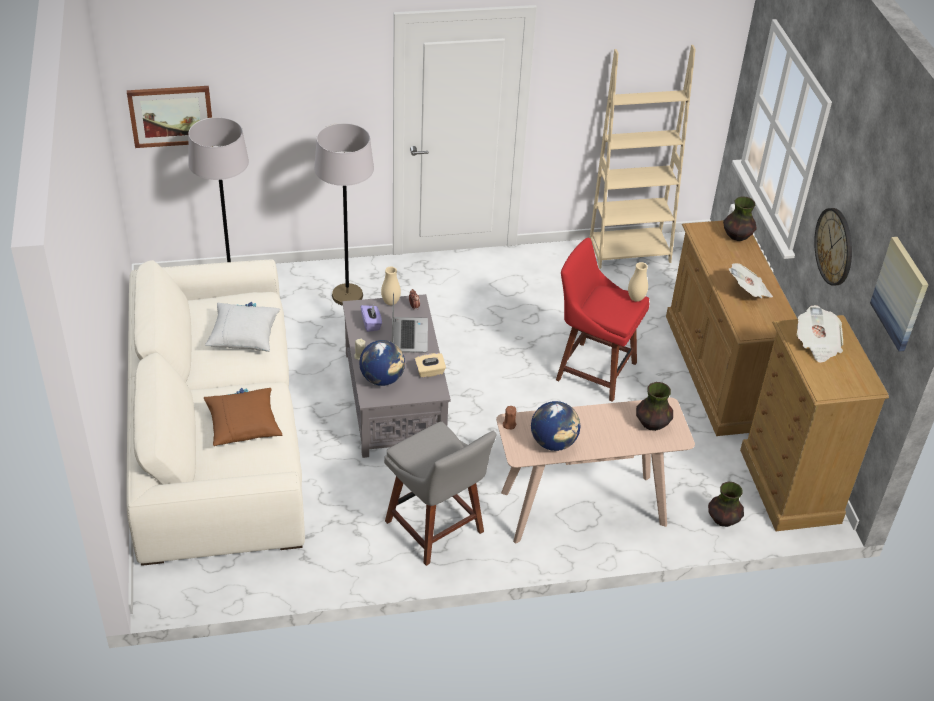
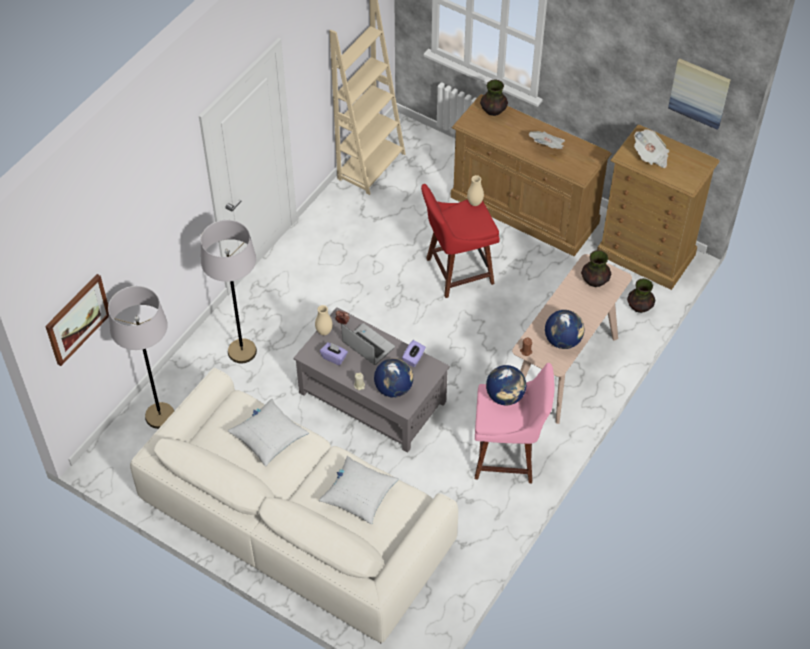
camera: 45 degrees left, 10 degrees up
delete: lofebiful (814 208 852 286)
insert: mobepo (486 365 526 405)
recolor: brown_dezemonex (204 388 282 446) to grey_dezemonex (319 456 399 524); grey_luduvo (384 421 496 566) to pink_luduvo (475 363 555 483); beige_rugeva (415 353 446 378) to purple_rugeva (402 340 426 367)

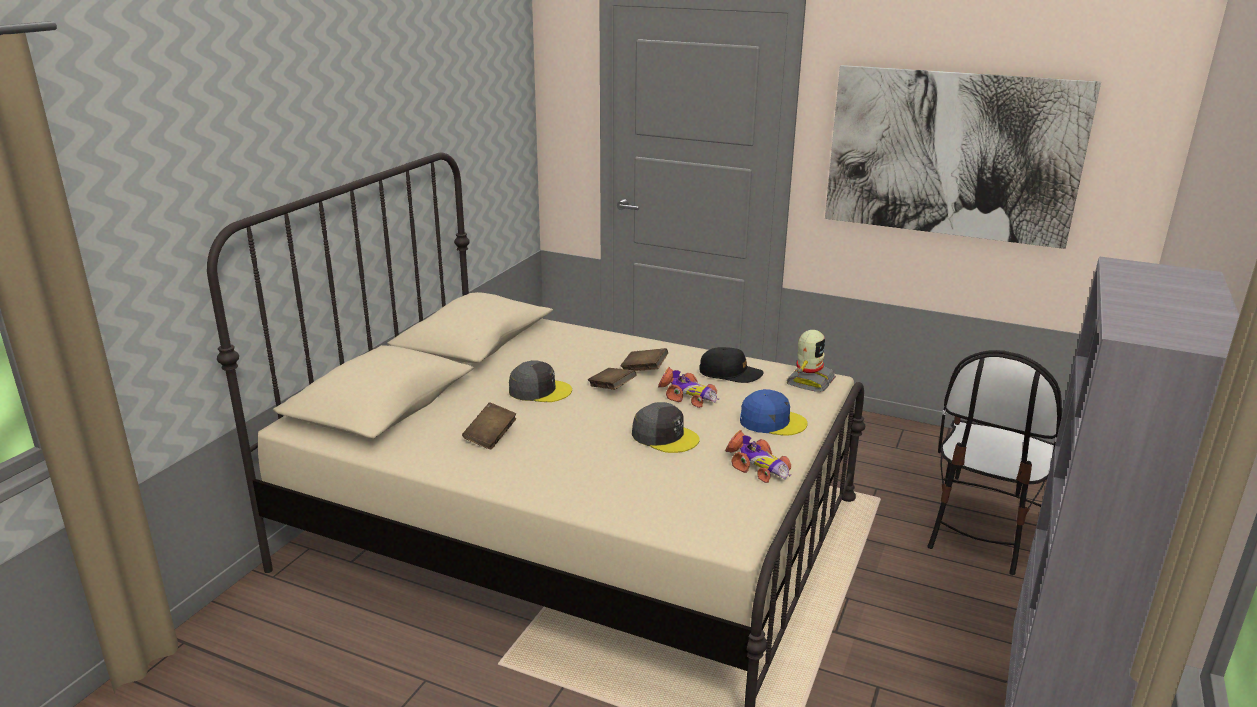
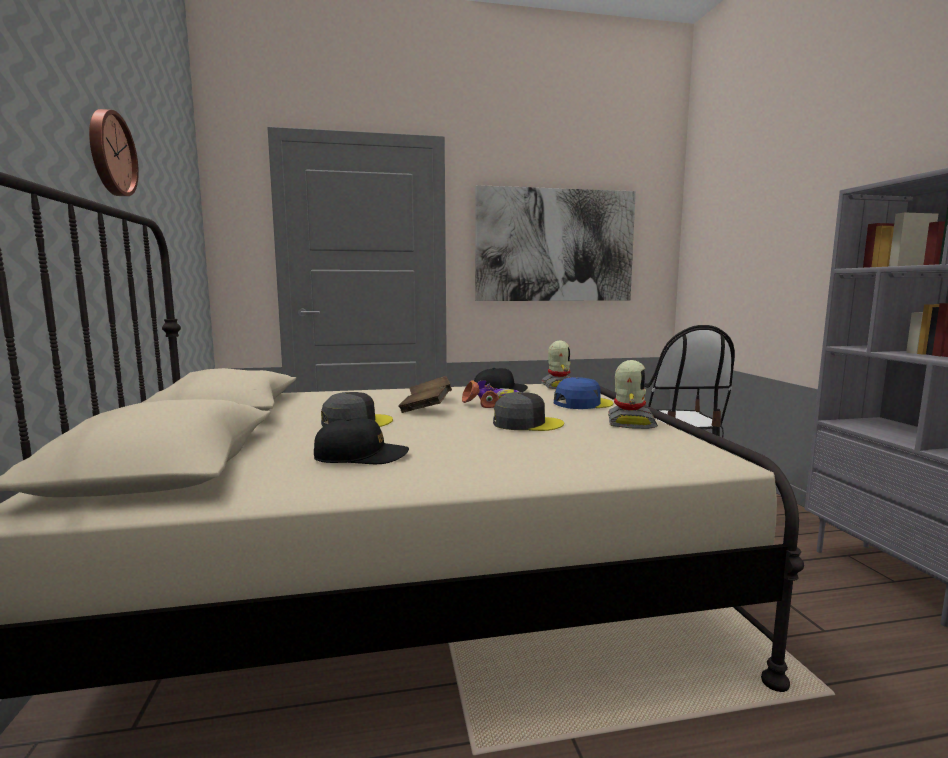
camera: 35 degrees left, 15 degrees down
insert: lofebiful (89 109 139 196)
replace: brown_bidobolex (462 402 516 449) to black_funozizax (314 418 409 464); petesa (725 430 791 483) to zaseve (608 360 658 429)

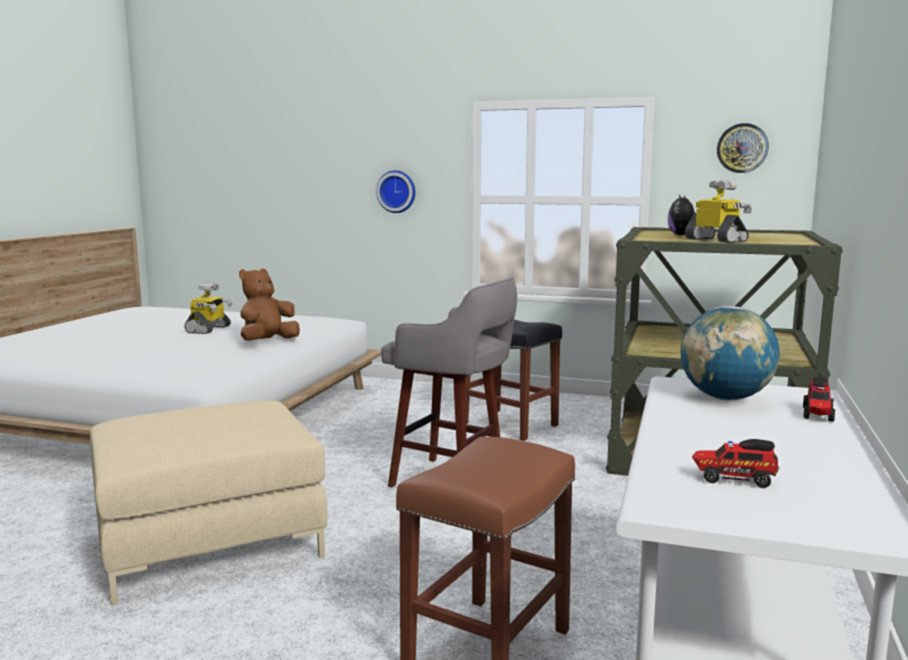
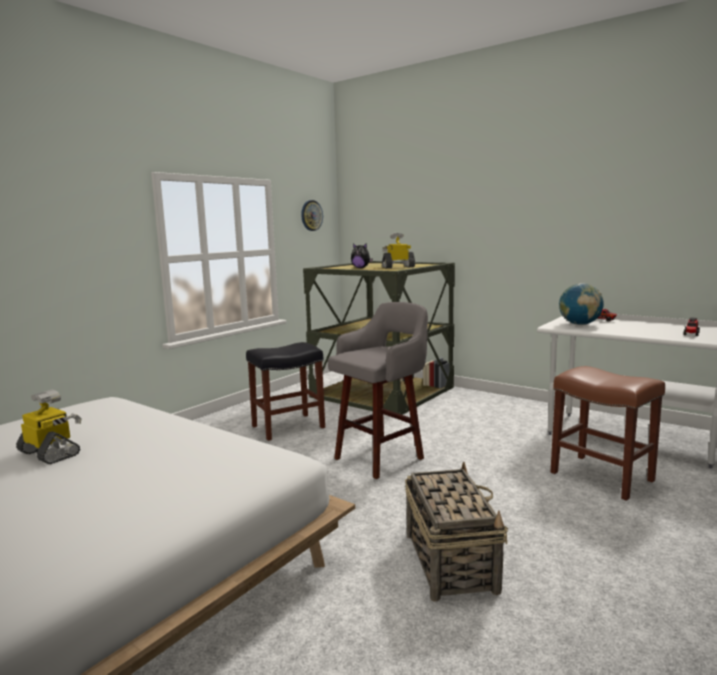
camera: 70 degrees left, 0 degrees up
delete: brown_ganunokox (239 269 300 341); lofebiful (376 170 415 213)
replace: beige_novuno (90 401 327 605) to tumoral (405 462 508 602)

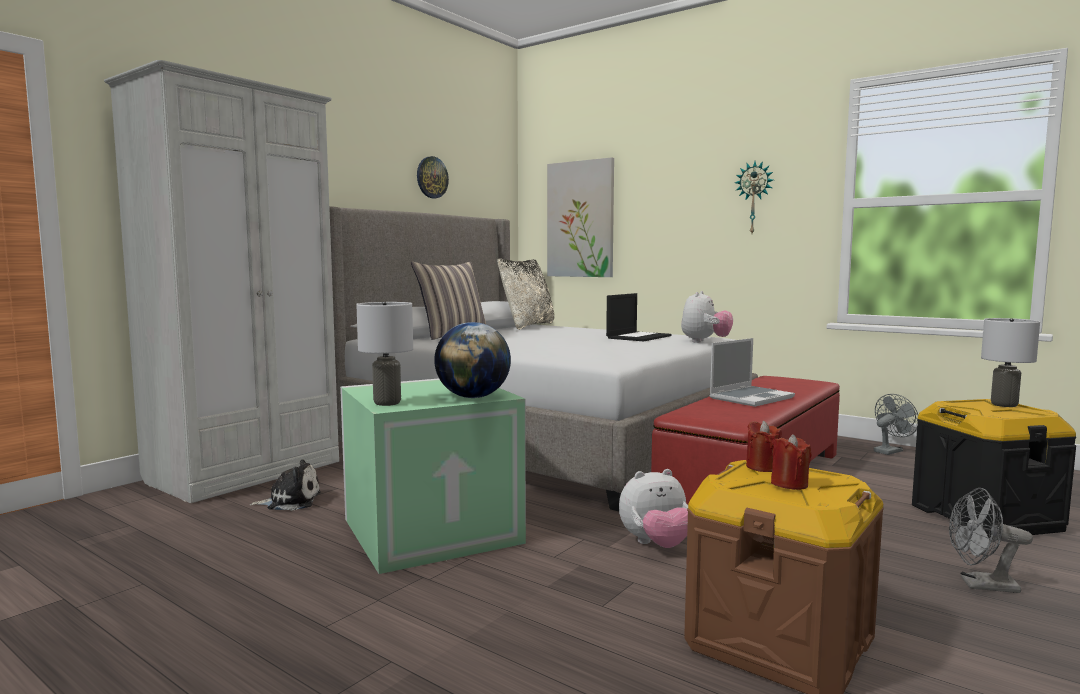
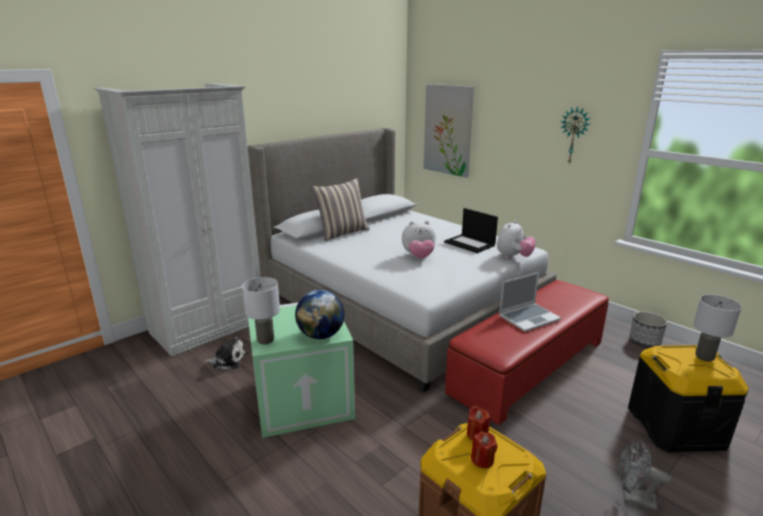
camera: 10 degrees right, 15 degrees up
delete: lofebiful (417 156 449 198); beige_dezemonex (497 259 554 330)
move: ganunokox (619 469 688 548) to (402 221 436 259)
replace: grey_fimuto (874 394 918 455) to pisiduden (630 311 667 347)
rotate: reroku (606 293 672 341) = (444 208 498 253) 90 degrees clockwise

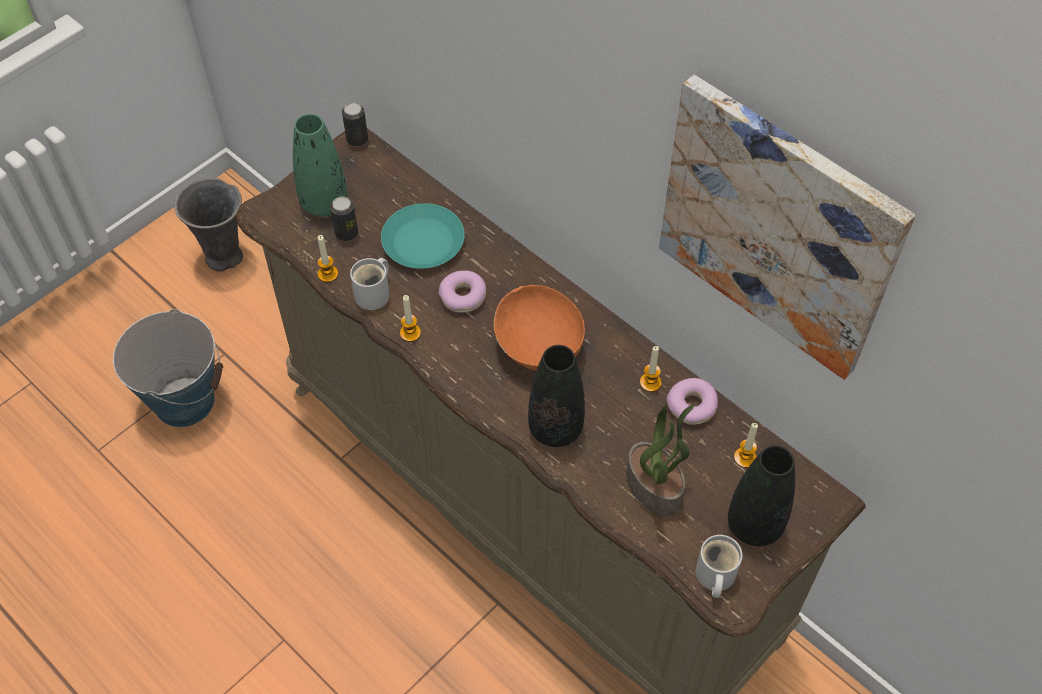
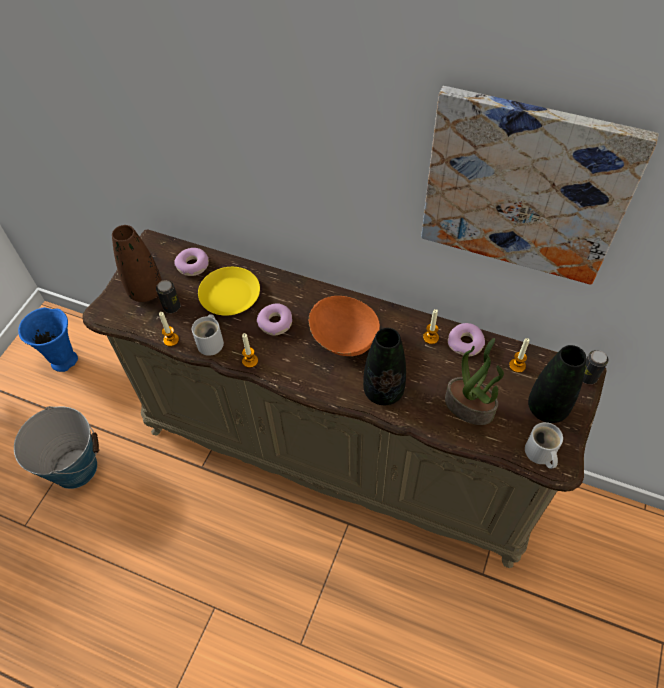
camera: 20 degrees left, 0 degrees up
insert: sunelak (174 248 209 276)
move: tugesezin (342 103 368 146) to (583 350 608 384)
recolor: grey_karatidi (175 178 243 272) to blue_karatidi (18 307 78 372); green_karatidi (293 114 348 216) to brown_karatidi (112 225 162 302); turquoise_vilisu (381 203 465 269) to yellow_vilisu (198 267 260 316)

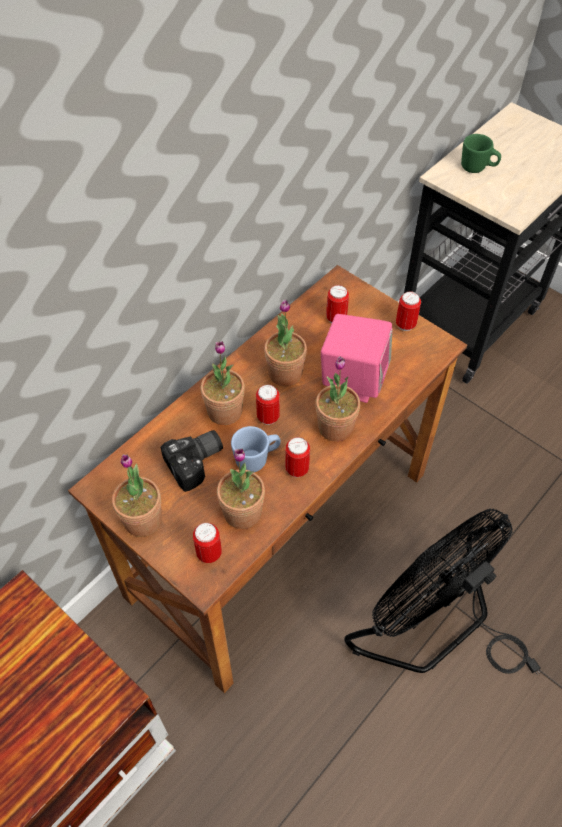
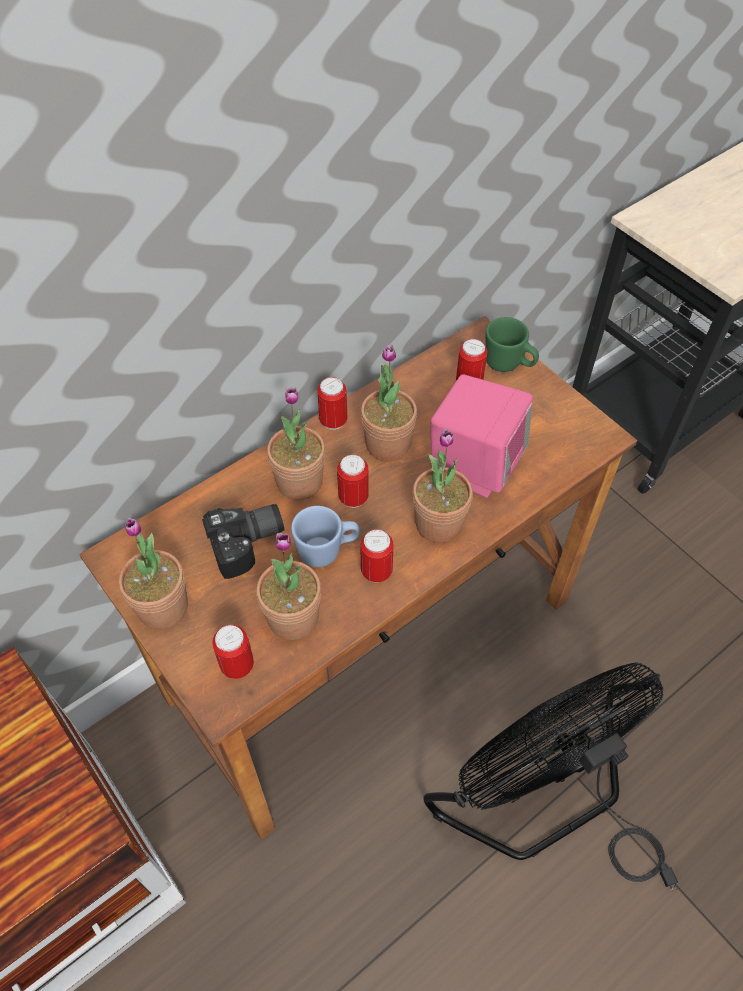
camera: 10 degrees right, 0 degrees up
move: tugesezin (396 291 421 331) to (317 377 347 430); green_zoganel (461 134 501 173) to (485 317 539 372)

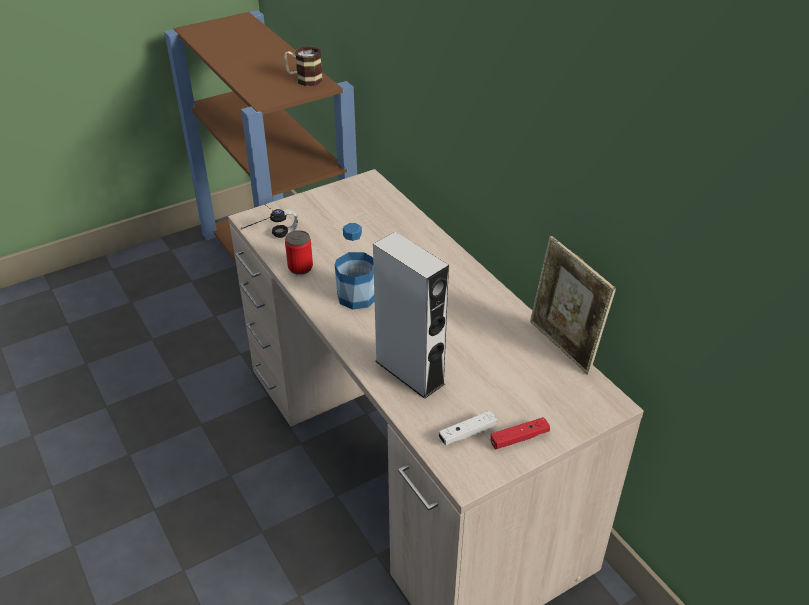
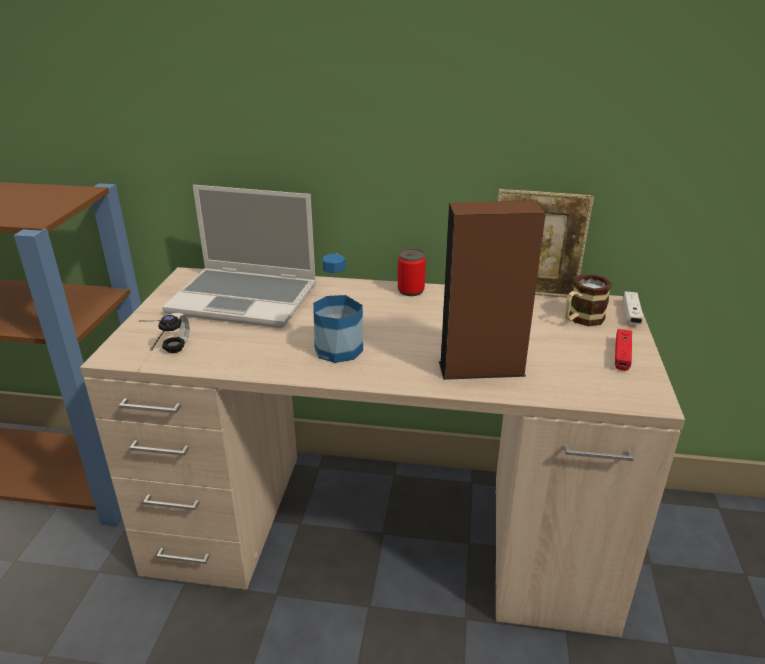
camera: 50 degrees left, 10 degrees down
insert: reroku (162 185 316 328)
move: zoganel (284 47 323 86) to (565 274 612 326); tugesezin (285 230 313 275) to (398 249 426 296); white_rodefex (439 411 497 445) to (623 291 644 324)
recolor: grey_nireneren (373 232 449 399) to brown_nireneren (439 201 546 380)

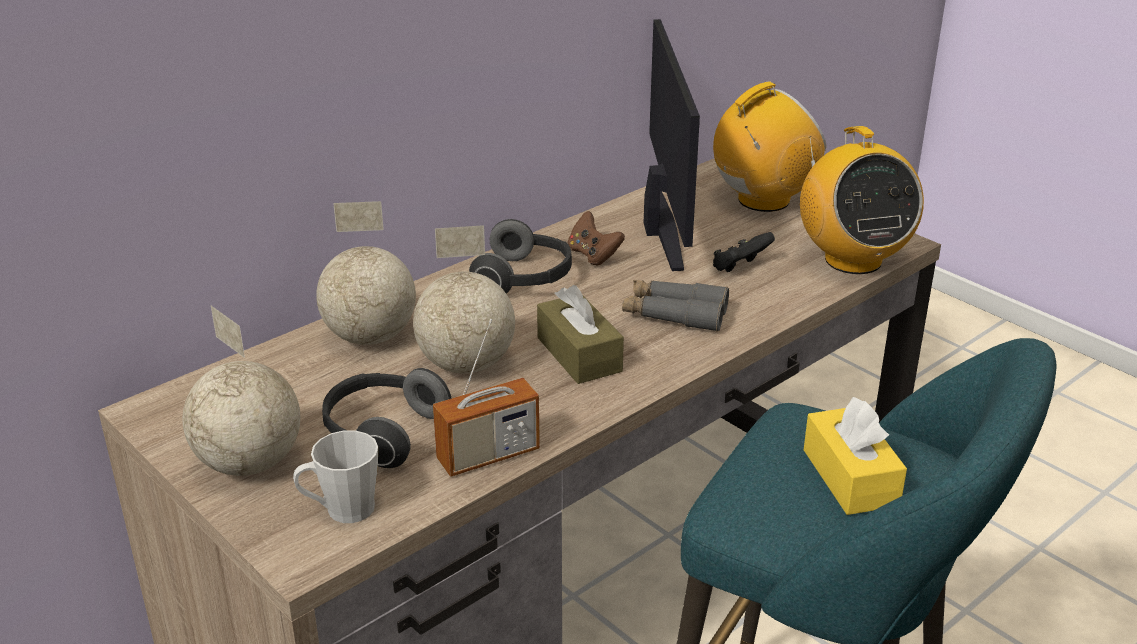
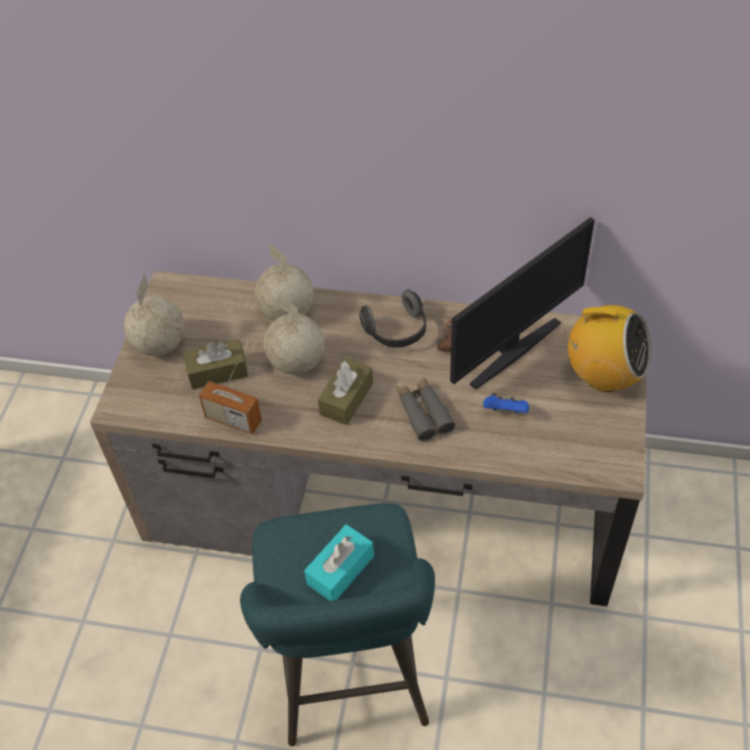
camera: 55 degrees right, 20 degrees up
delete: grey_zoganel (293 431 378 523); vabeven (800 126 924 274)
replace: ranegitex (322 368 451 468) to brown_rugeva (183 339 248 389)
recolor: black_rodefex (713 232 775 272) to blue_rodefex (483 393 529 413); yellow_rugeva (804 397 907 515) to turquoise_rugeva (304 524 374 601)

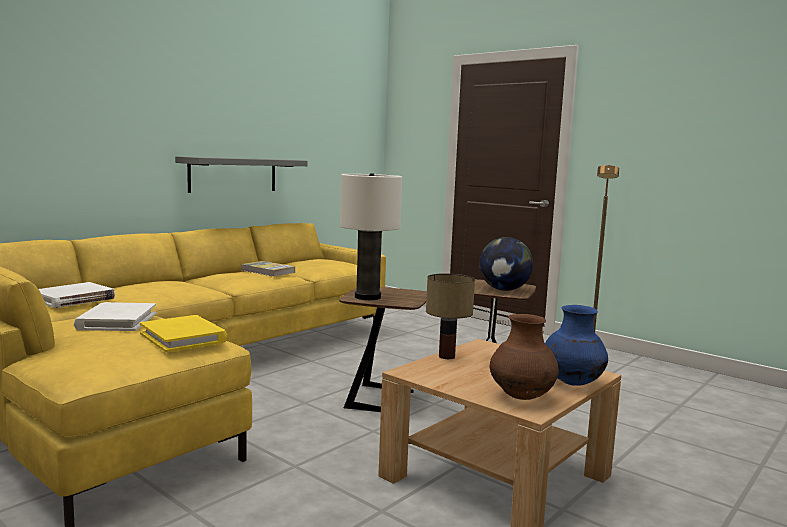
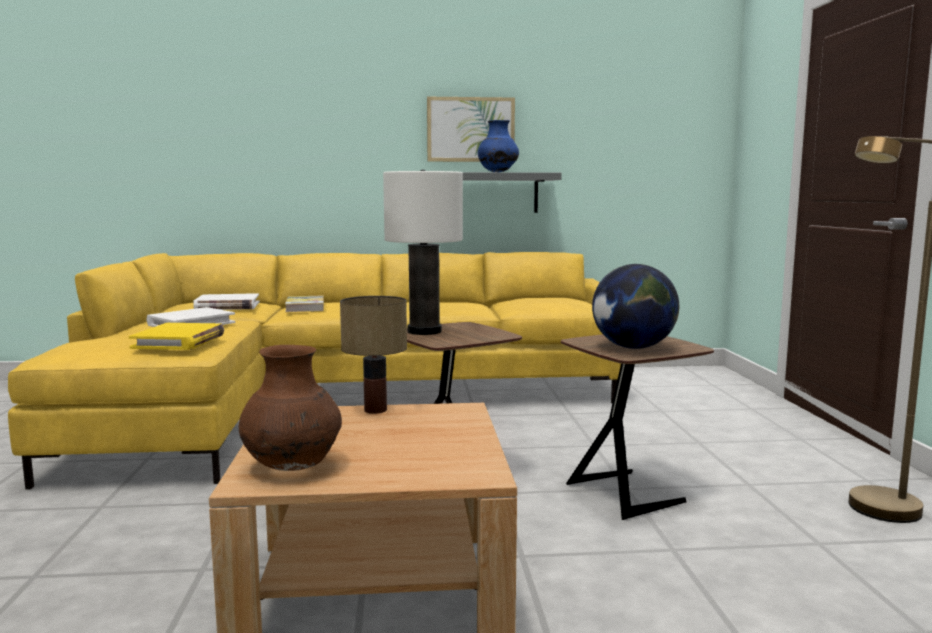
camera: 45 degrees right, 0 degrees up
insert: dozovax (427 97 515 162)
move: bidobolex (241 261 295 277) to (285 296 324 312); blue_karatidi (545 305 608 386) to (478 120 519 172)

